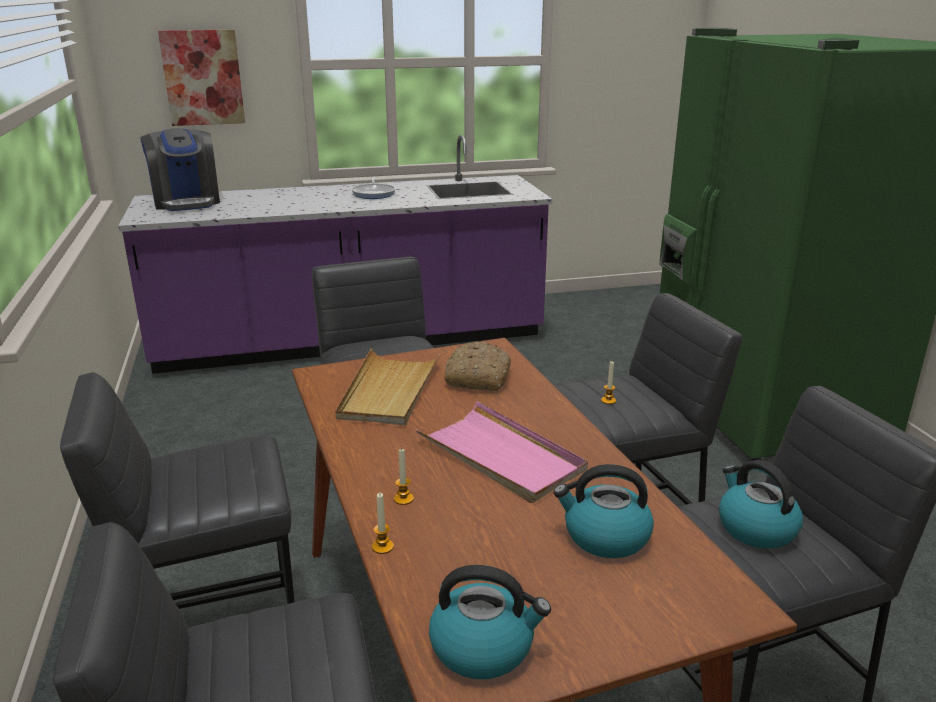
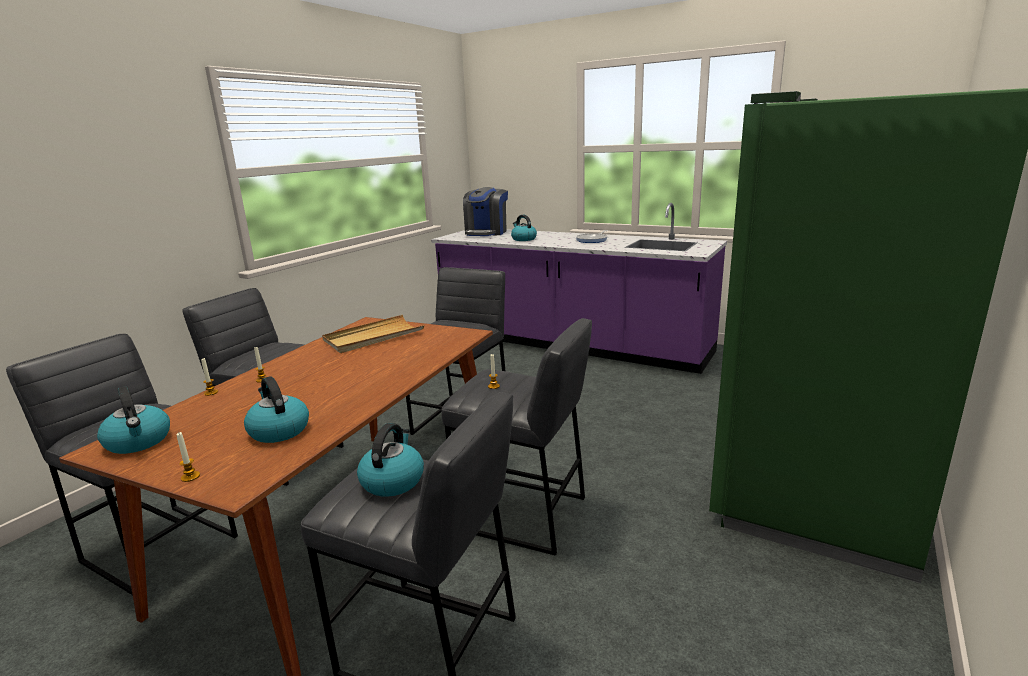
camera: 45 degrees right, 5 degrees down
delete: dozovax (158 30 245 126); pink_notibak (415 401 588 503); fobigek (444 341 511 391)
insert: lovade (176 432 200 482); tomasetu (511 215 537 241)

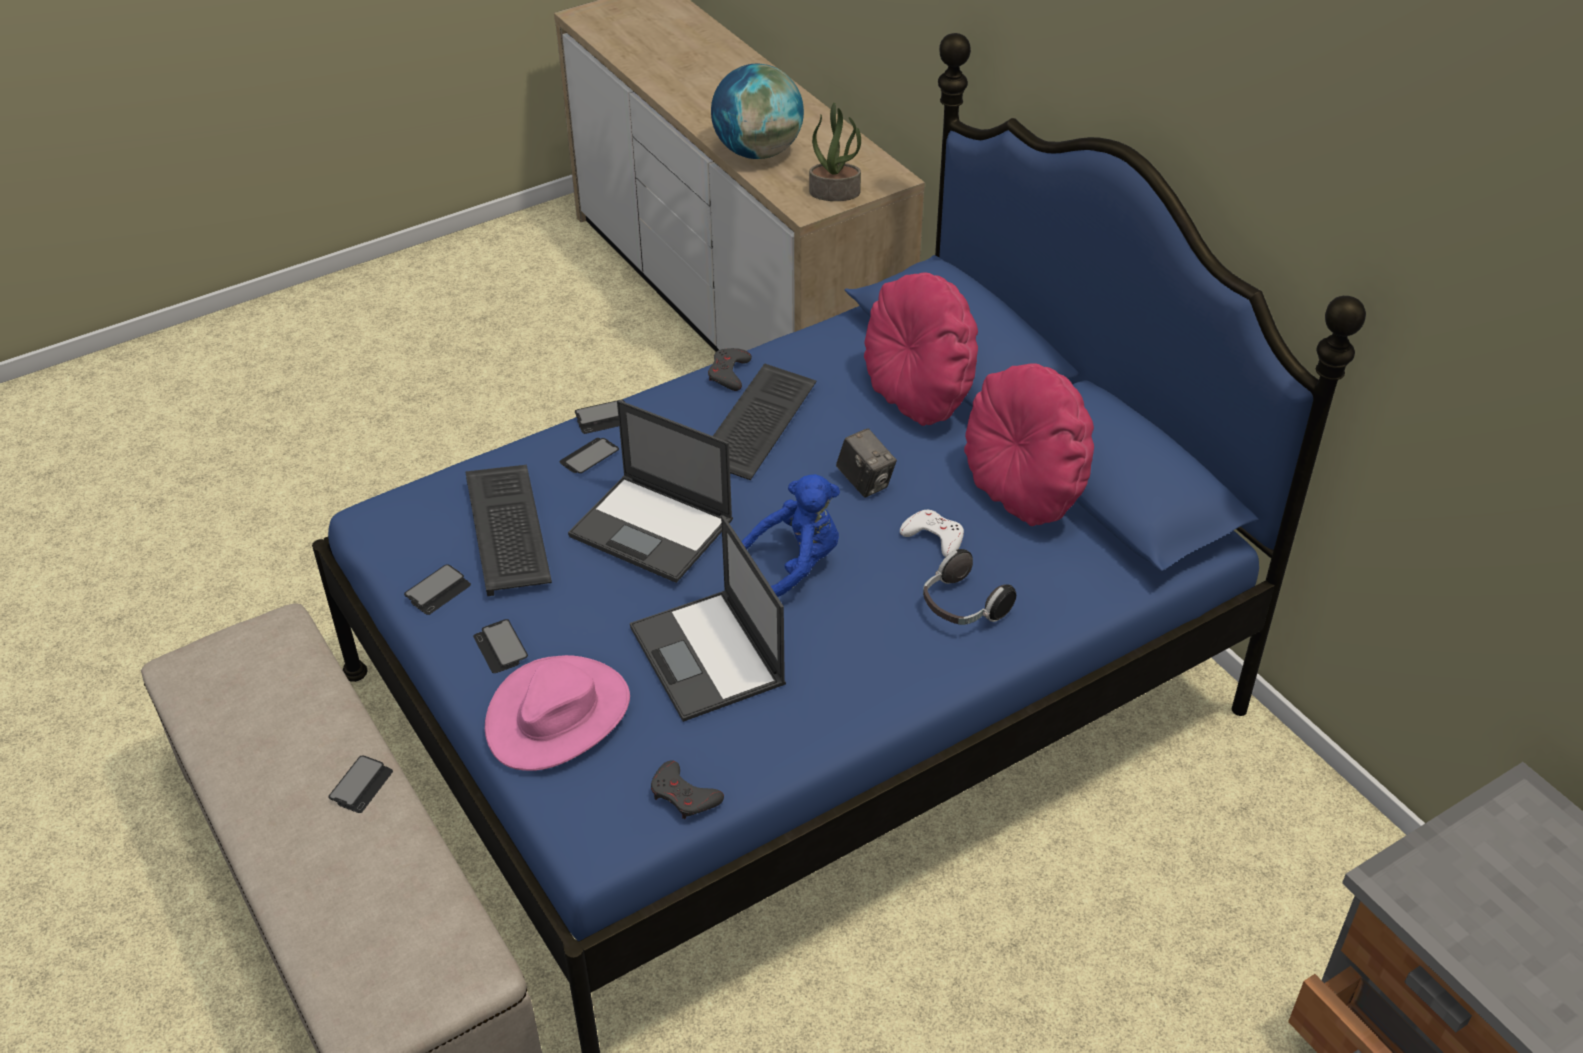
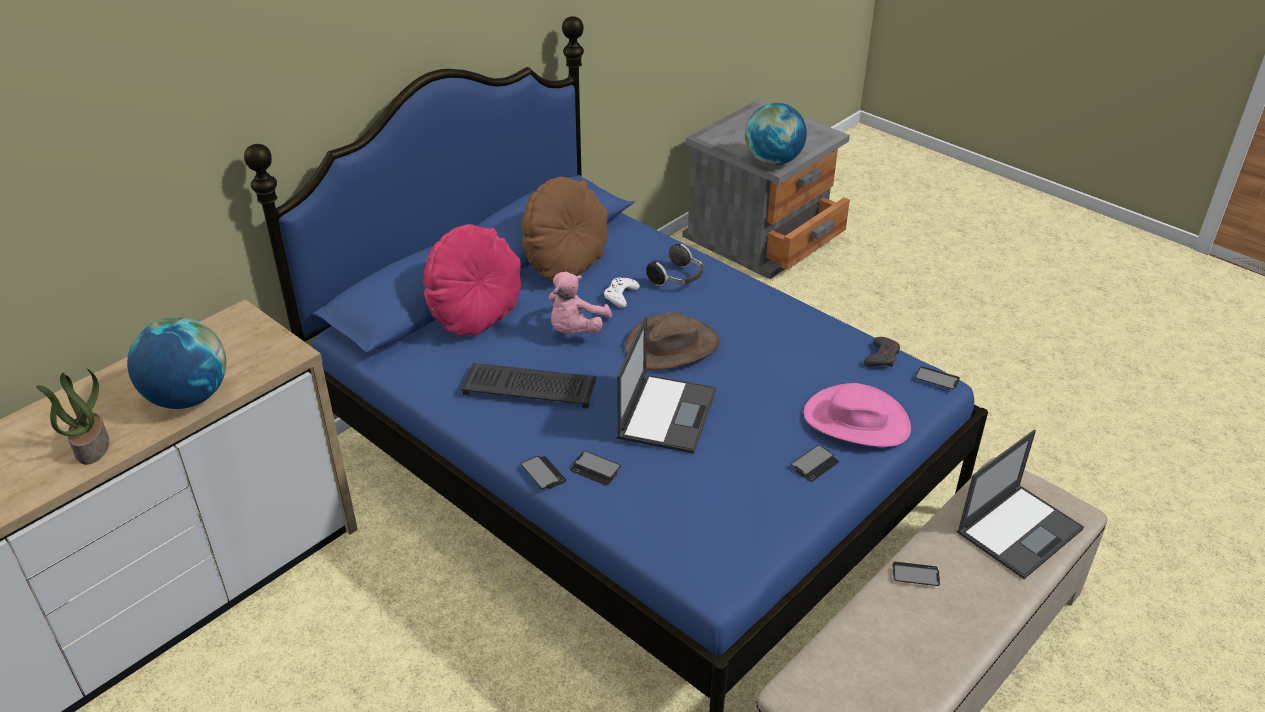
camera: 105 degrees left, 5 degrees down
delete: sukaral (466 465 552 596); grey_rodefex (708 348 752 391)
insert: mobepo (745 103 807 165)
move: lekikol (404 564 471 615) to (915 366 960 389); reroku (630 515 786 722) to (957 430 1084 579); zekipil (809 102 861 201) to (36 368 109 465)
replace: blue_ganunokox (742 474 840 597) to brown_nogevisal (625 312 720 370); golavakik (836 428 897 497) to pink_ganunokox (549 272 612 334)
recolor: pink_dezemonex (964 363 1094 526) to brown_dezemonex (521 177 608 281)

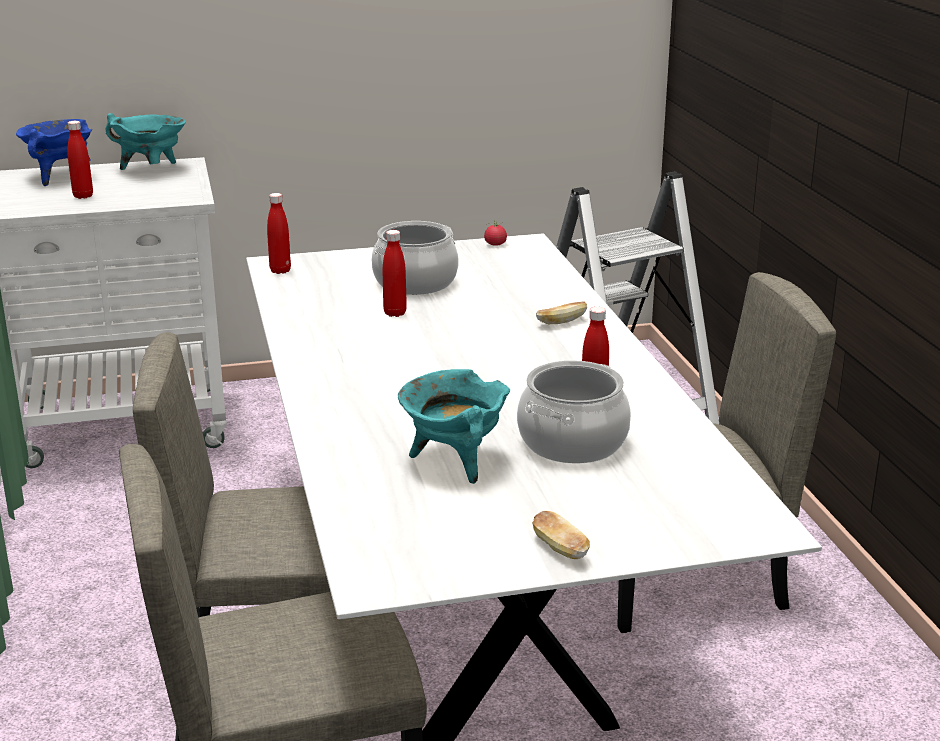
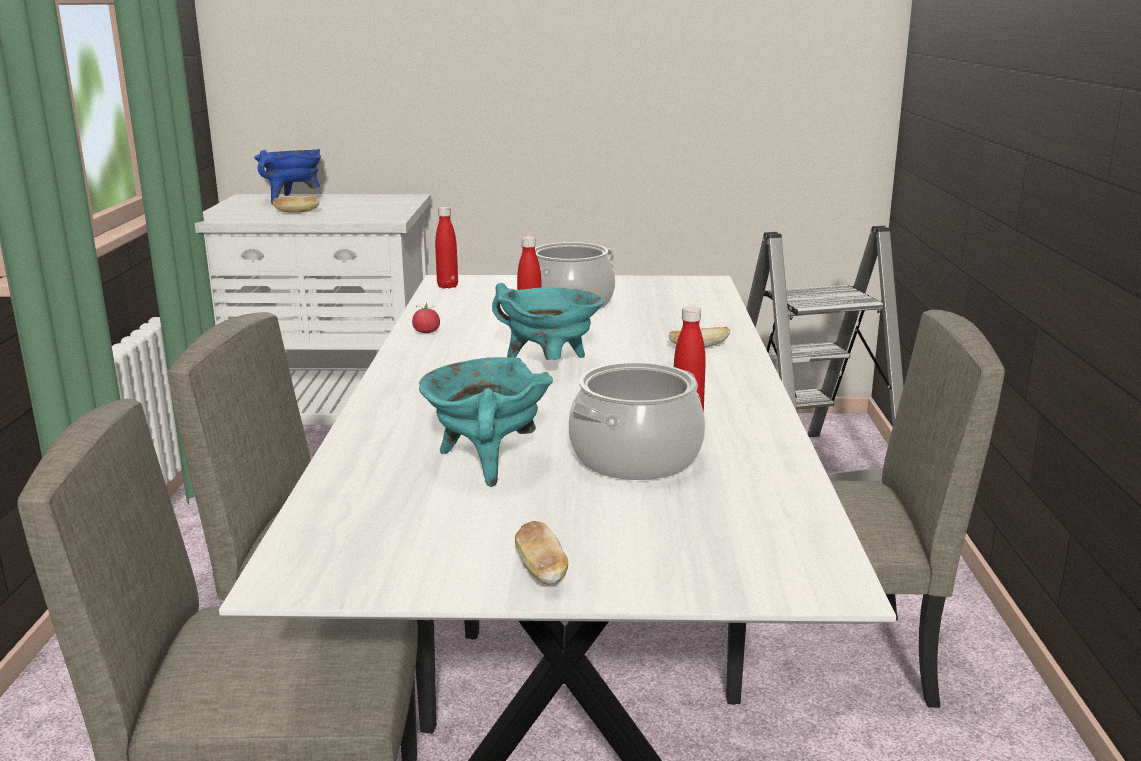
camera: 15 degrees right, 5 degrees down
move: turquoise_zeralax (105 113 186 170) to (492 283 604 360); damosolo (484 220 507 246) to (412 303 440 333)
replace: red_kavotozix (67 121 93 199) to fobigek (272 196 320 213)

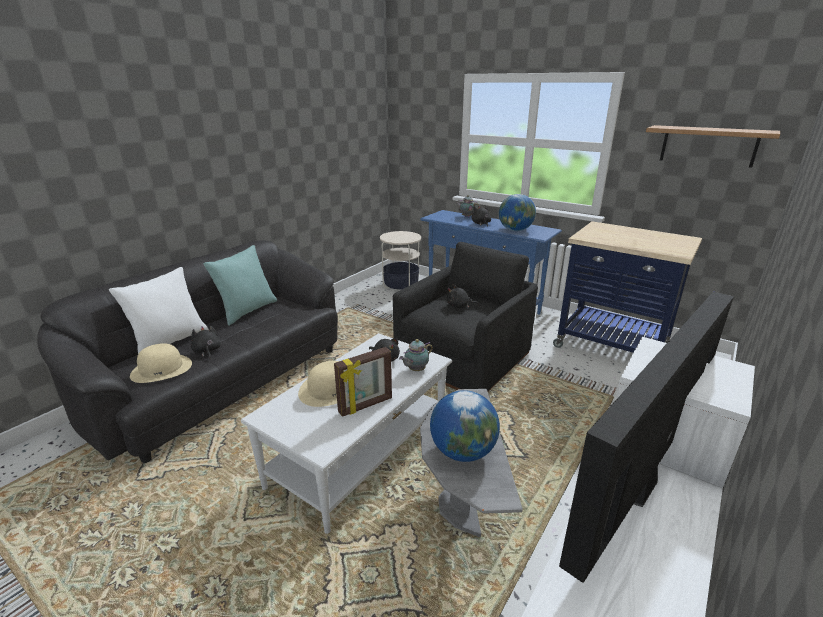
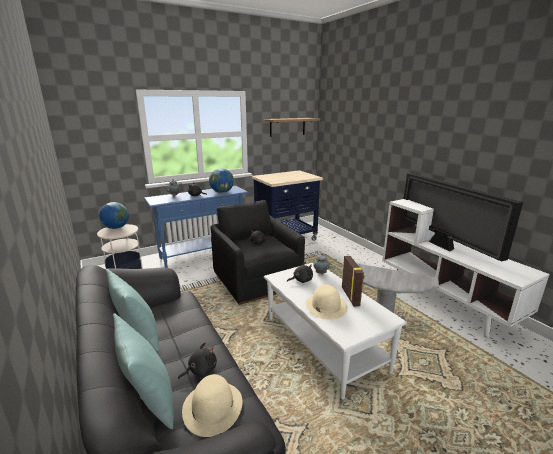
camera: 65 degrees left, 5 degrees down
move: mobepo (430 390 500 462) to (99 202 129 229)
recolor: white_dezemonex (109 267 209 354) to turquoise_dezemonex (113 313 174 429)
rotate: black_ganunokox (191 326 221 360) = (178 343 217 379) 150 degrees clockwise

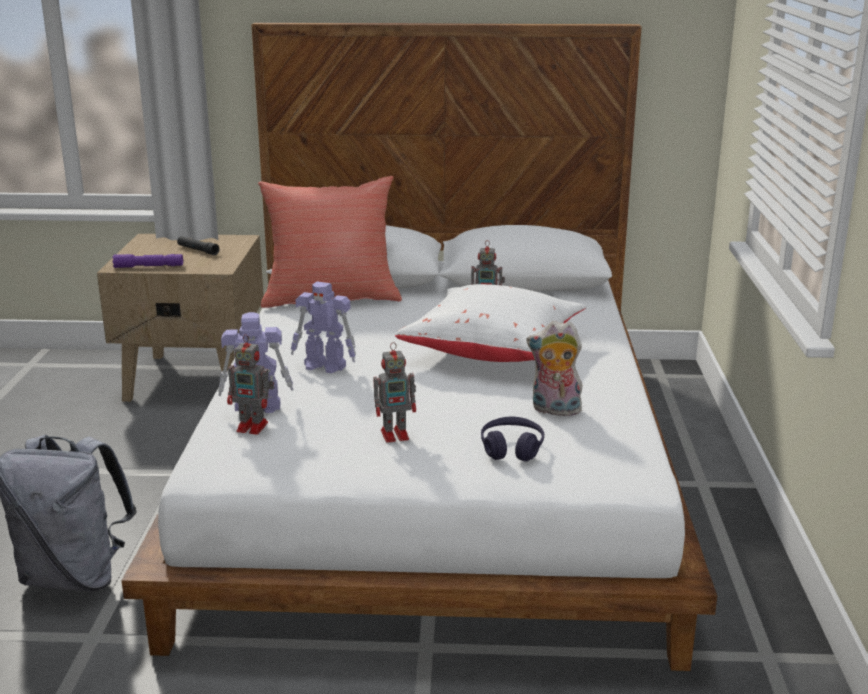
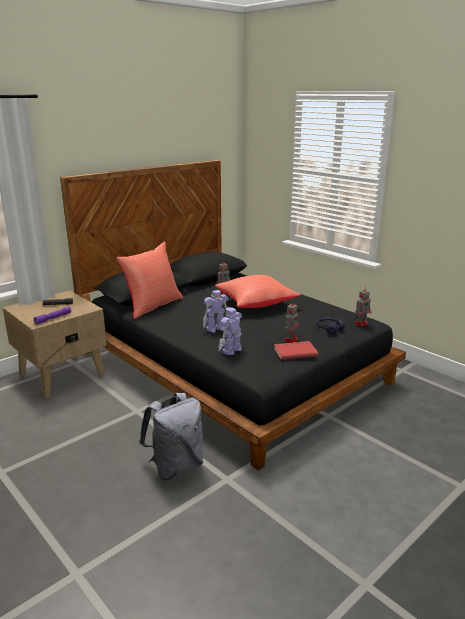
camera: 45 degrees left, 0 degrees up
delete: ganunokox (526 321 582 416)
insert: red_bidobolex (274 341 319 360)
move: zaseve (227 334 274 434) to (354 287 372 327)
recolor: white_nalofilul (121 22 717 671) to black_nalofilul (60 160 406 471); white_dezemonex (395 284 586 362) to red_dezemonex (215 275 301 308)

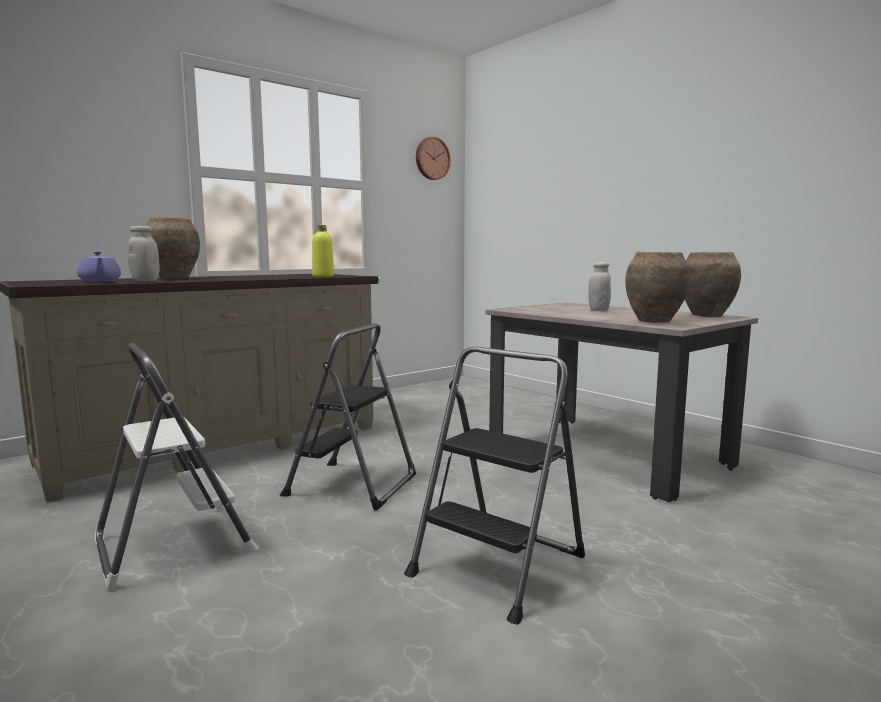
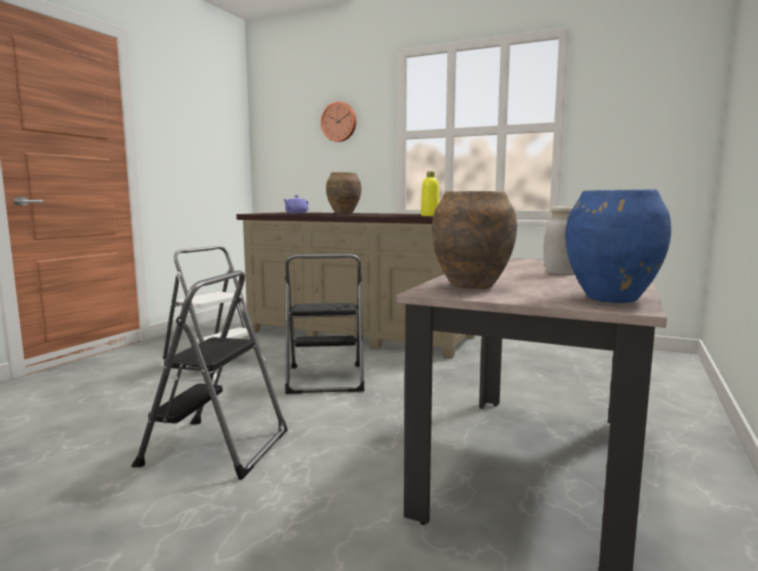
camera: 65 degrees right, 0 degrees up
delete: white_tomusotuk (127 226 160 282)
move: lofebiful (416 137 451 180) to (321 101 356 142)
recolor: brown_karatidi (685 252 741 317) to blue_karatidi (565 189 671 303)

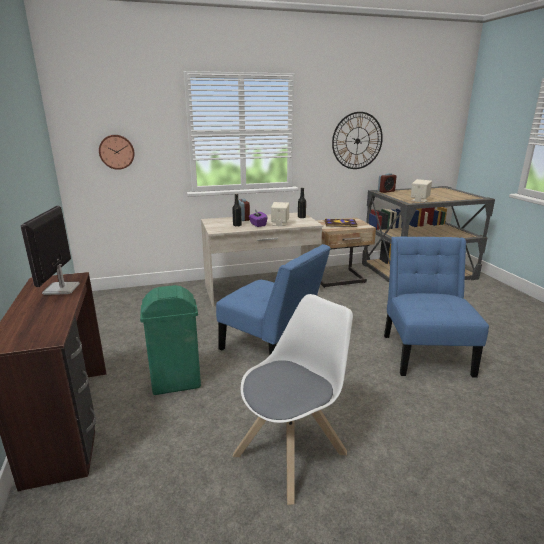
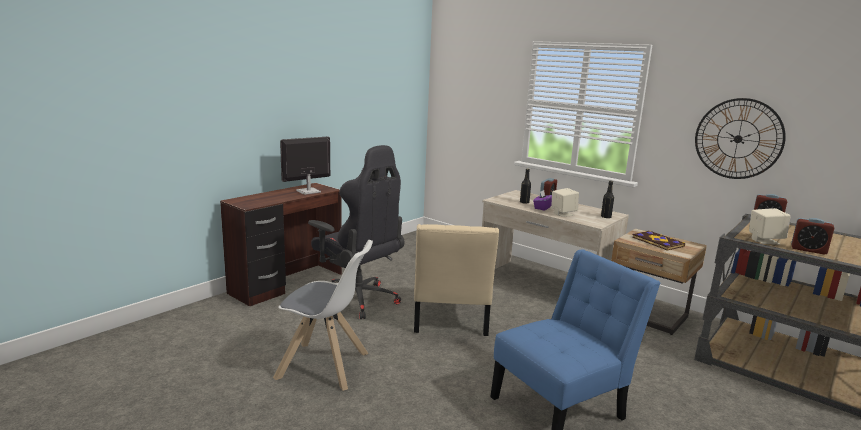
camera: 55 degrees right, 5 degrees down
delete: lofebiful (99 135 134 170)
insert: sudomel (791 218 834 255)
replace: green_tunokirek (140 285 201 395) to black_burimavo (308 145 404 319)
recolor: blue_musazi (216 244 331 354) to beige_musazi (414 224 499 336)

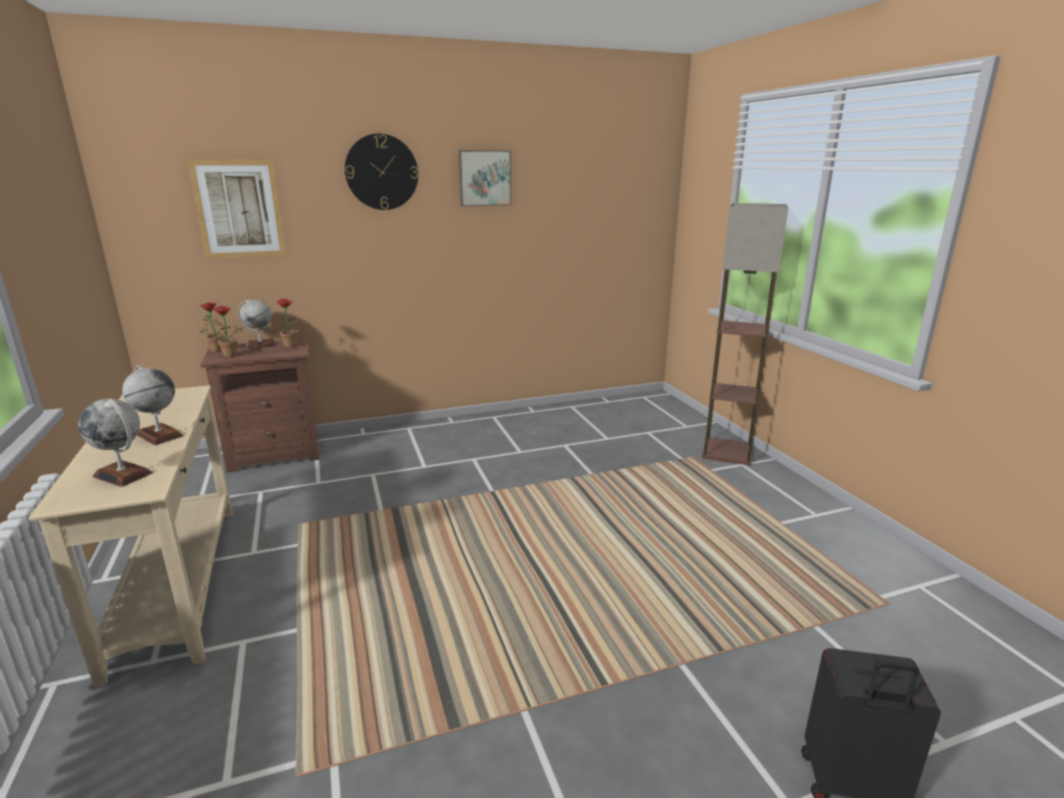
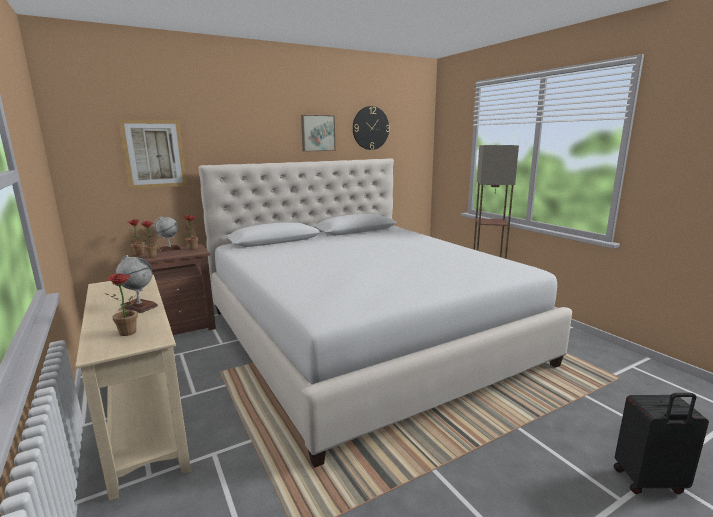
camera: 10 degrees left, 5 degrees down
insert: white_nalofilul (199 158 572 468)
move: lofebiful (345 134 418 210) to (353 106 390 150)
replace: mobepo (78 399 153 487) to zekipil (104 274 138 336)

